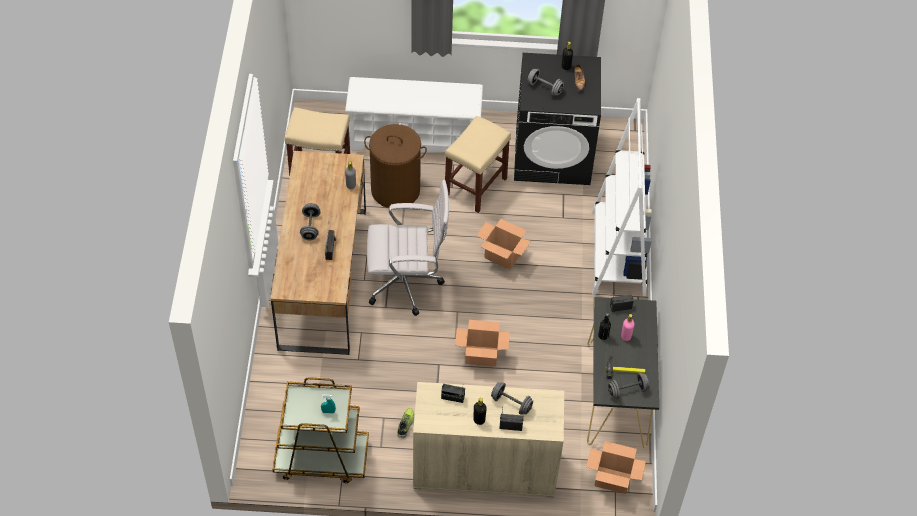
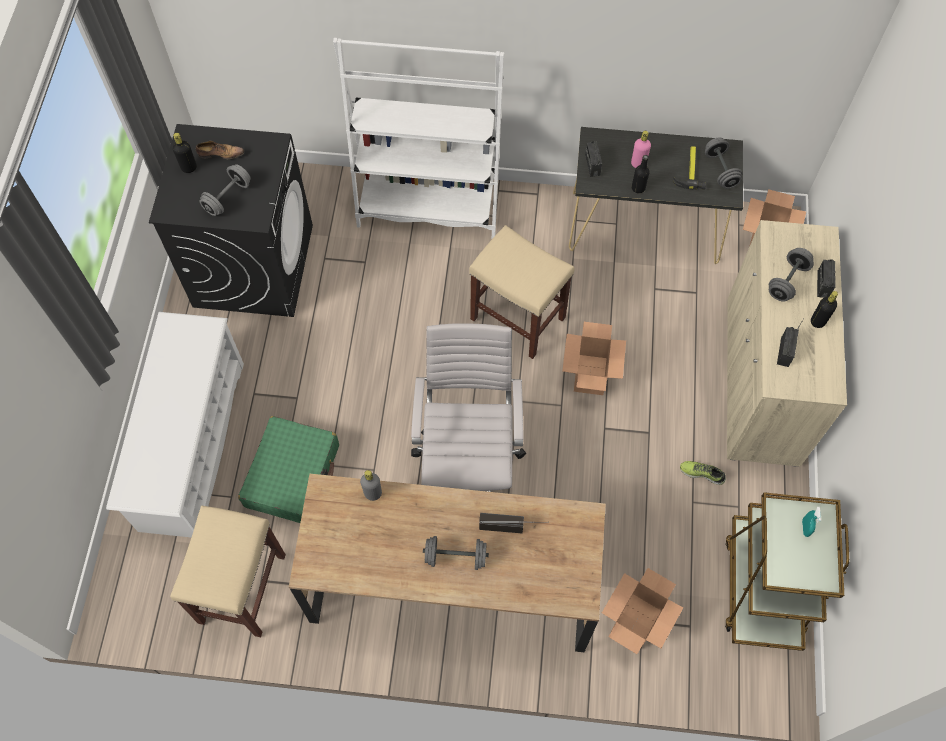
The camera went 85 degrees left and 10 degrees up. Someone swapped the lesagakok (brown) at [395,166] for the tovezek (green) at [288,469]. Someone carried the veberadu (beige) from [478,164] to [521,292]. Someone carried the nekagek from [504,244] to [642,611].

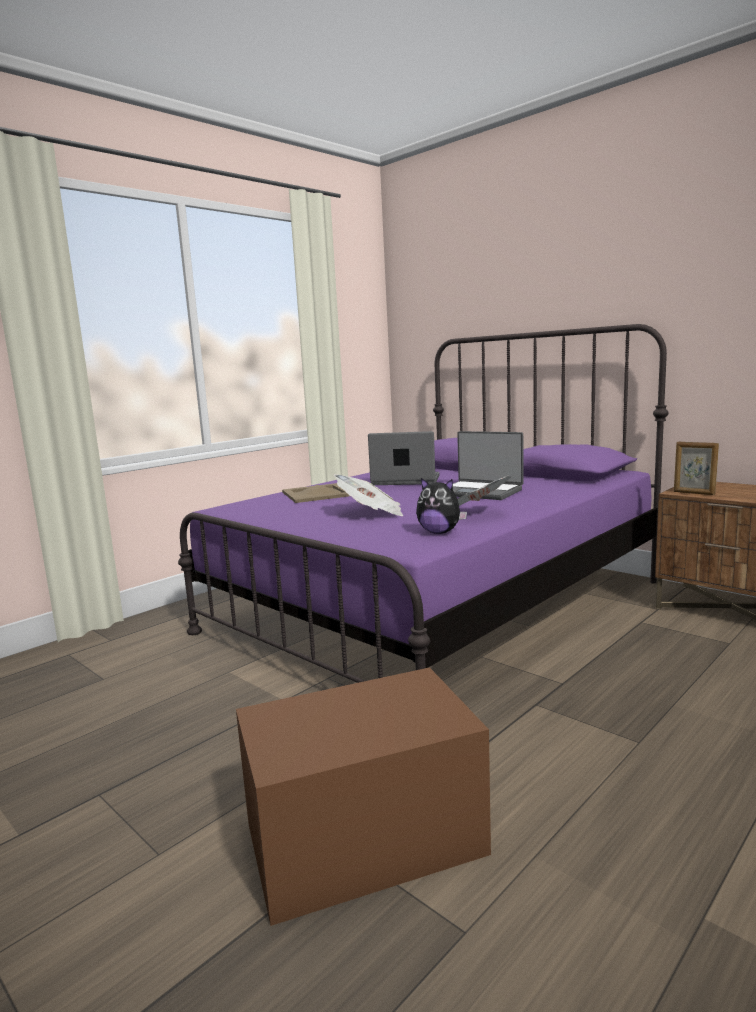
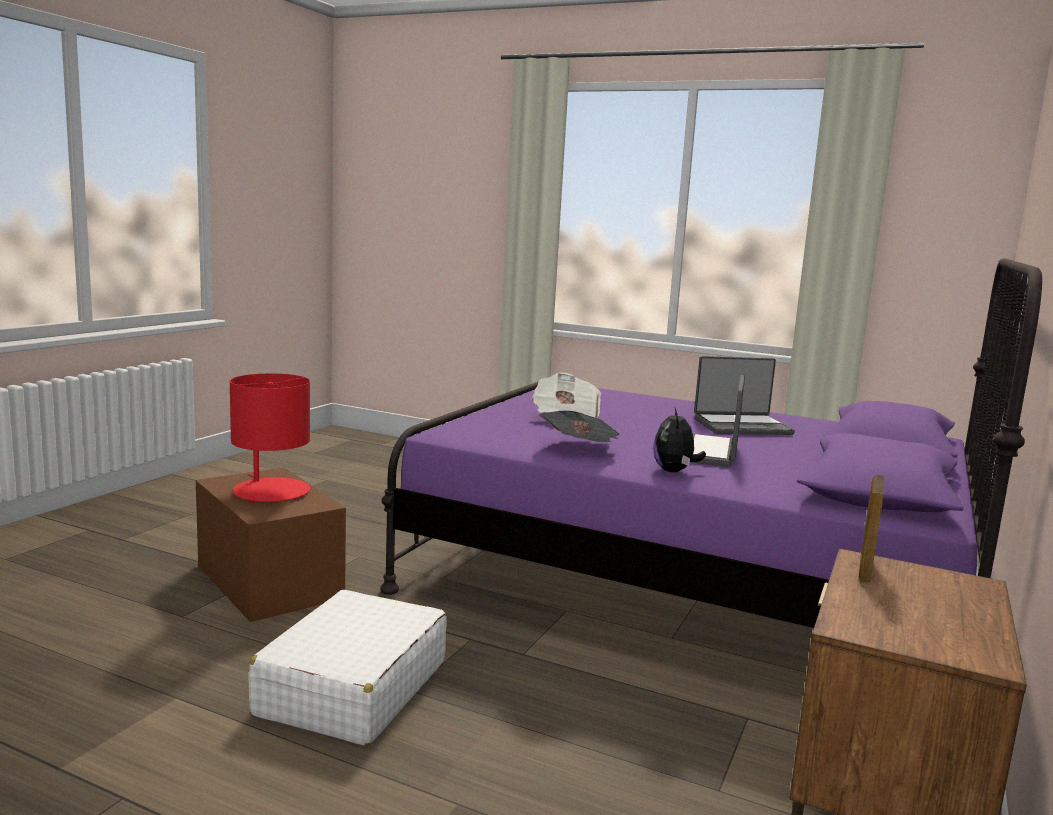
The camera went 70 degrees right and 0 degrees up. Someone put down the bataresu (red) at [270,438]. Someone put down the tovezek (white) at [347,668]. Someone carried the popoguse from [441,506] to [679,440]. Someone rotated the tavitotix at [403,458] by 90 degrees clockwise. Someone took away the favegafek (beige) at [316,493].

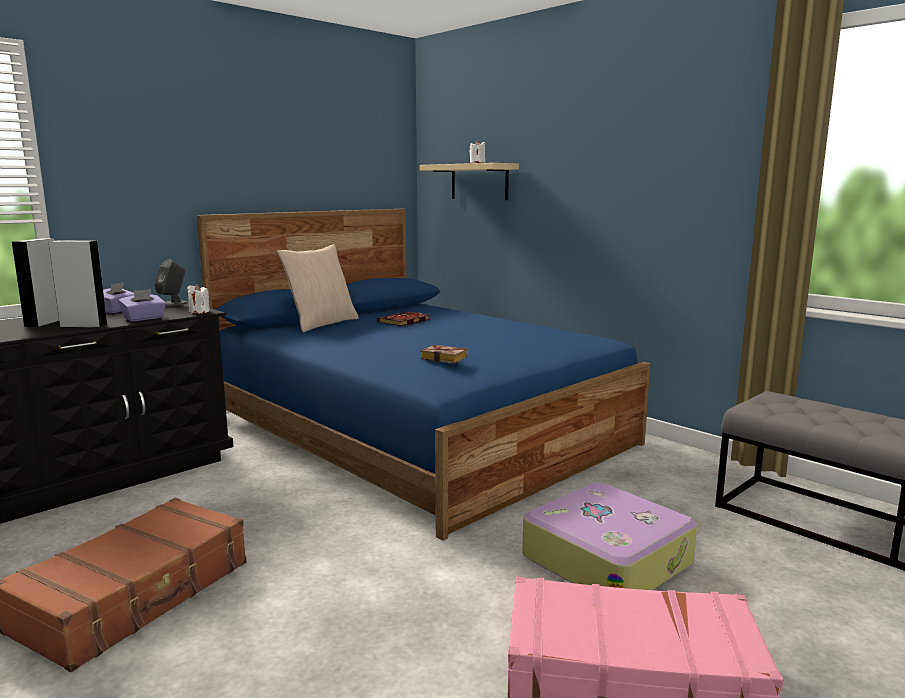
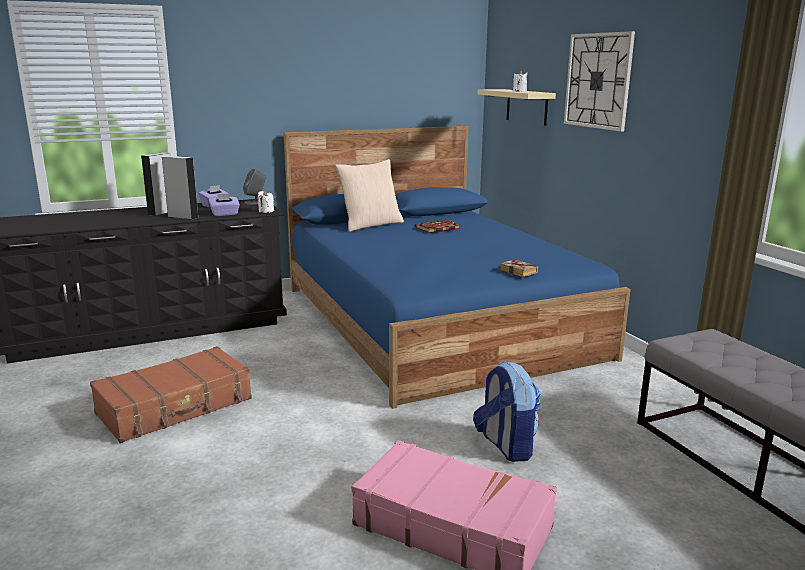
The camera went 20 degrees right and 5 degrees up. Someone swapped the tovezek at [609,536] for the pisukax at [507,411]. Someone carried the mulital from [444,354] to [519,268]. Someone put up the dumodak at [599,81].

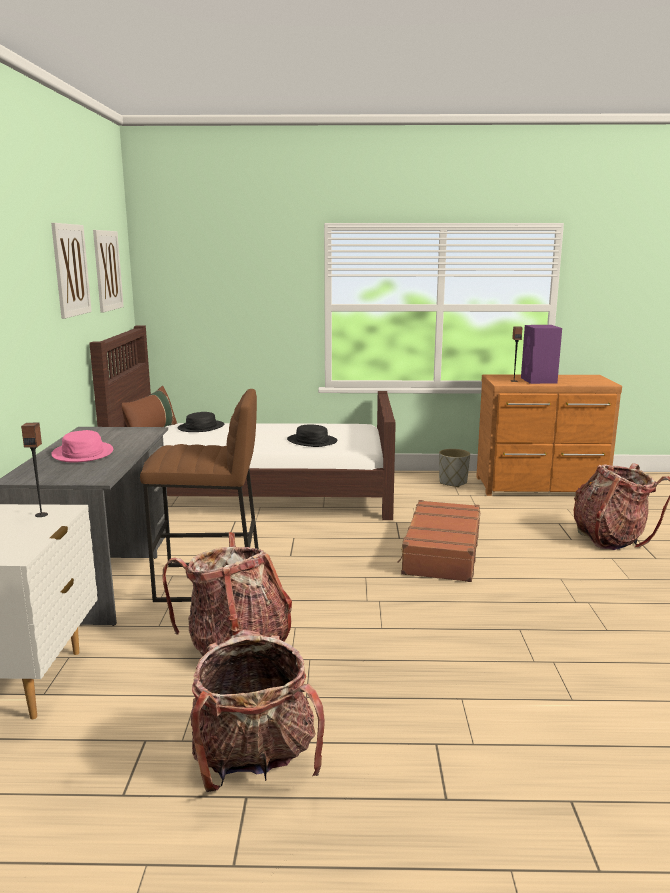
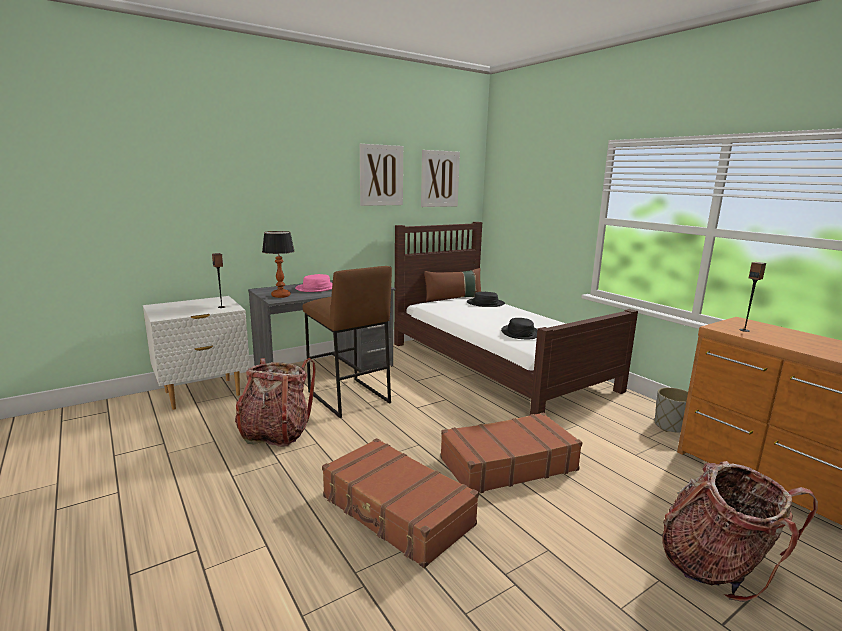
The camera went 55 degrees right and 0 degrees up. Someone put down the bataresu at [278,264]. Someone put down the tovezek (brown) at [400,503]. Someone took away the pisukax at [258,710]. Someone took away the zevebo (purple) at [541,354].

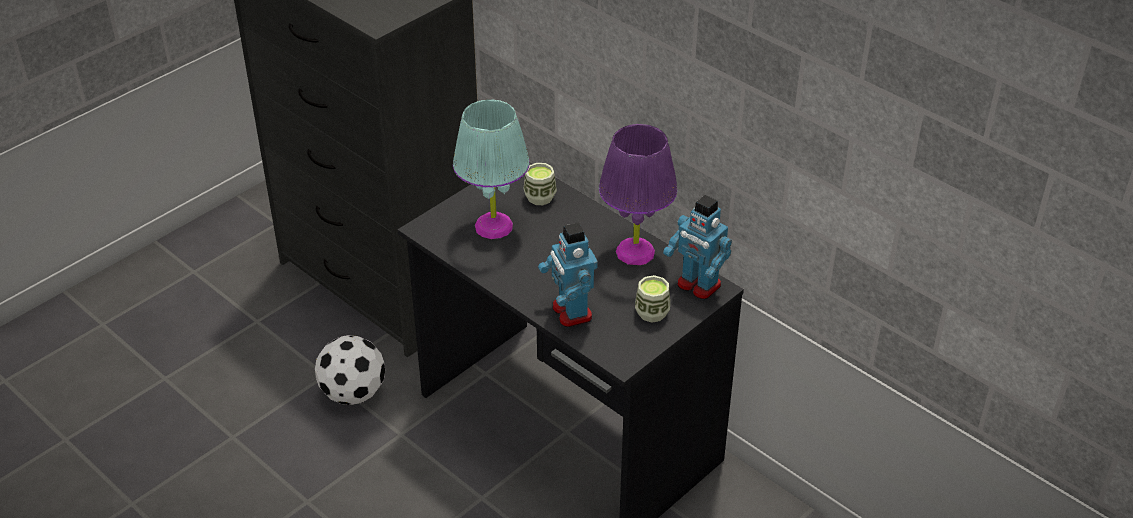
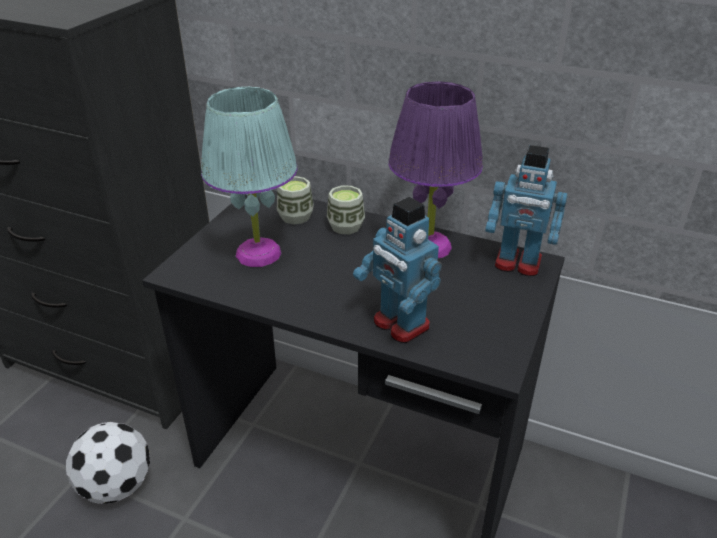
The camera went 20 degrees left and 5 degrees down. Someone carried the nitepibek from [652,298] to [346,209].

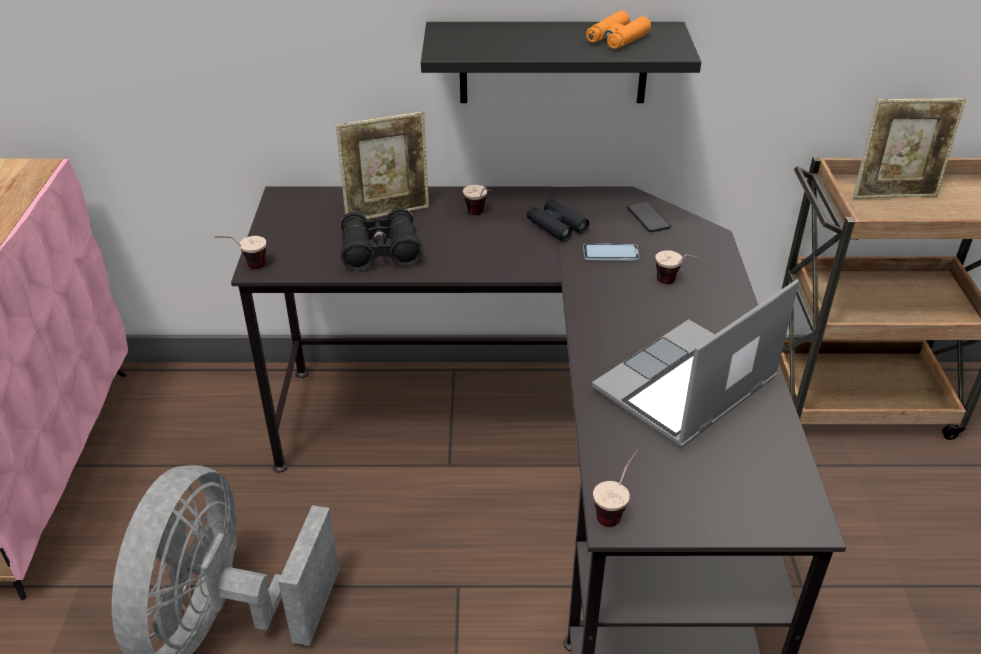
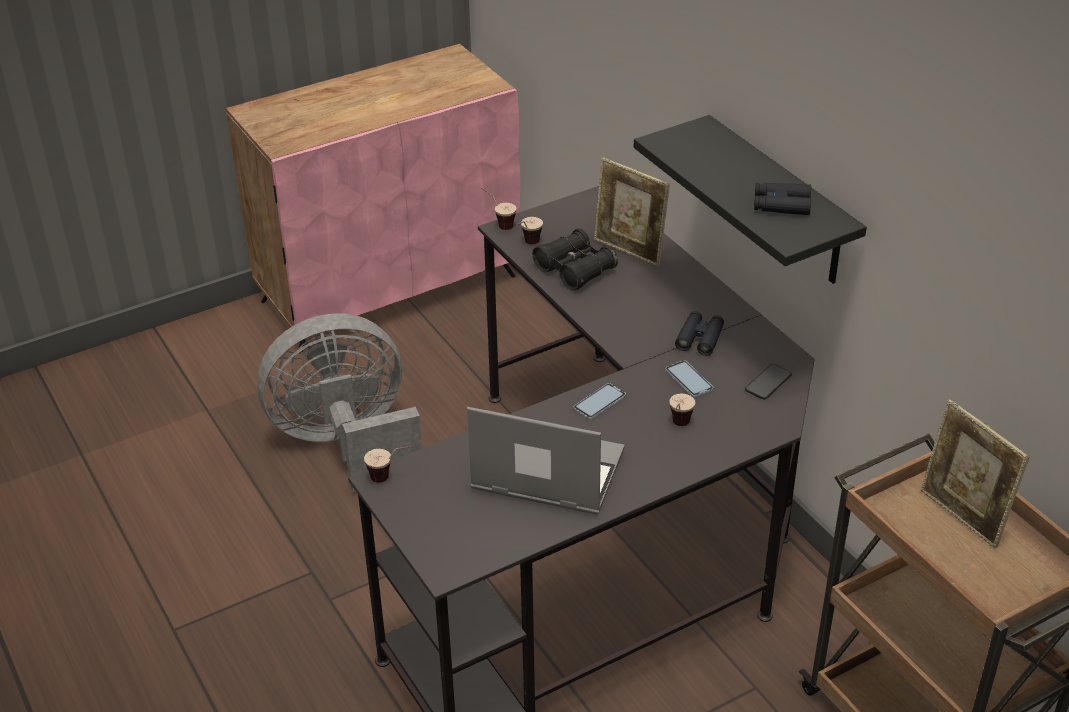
The camera went 60 degrees right and 0 degrees up. Someone carried the nitepibek from [477,200] to [530,230]. Someone put down the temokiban at [599,401]. Someone repainted the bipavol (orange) at [618,30], which became the bipavol (black) at [782,198].

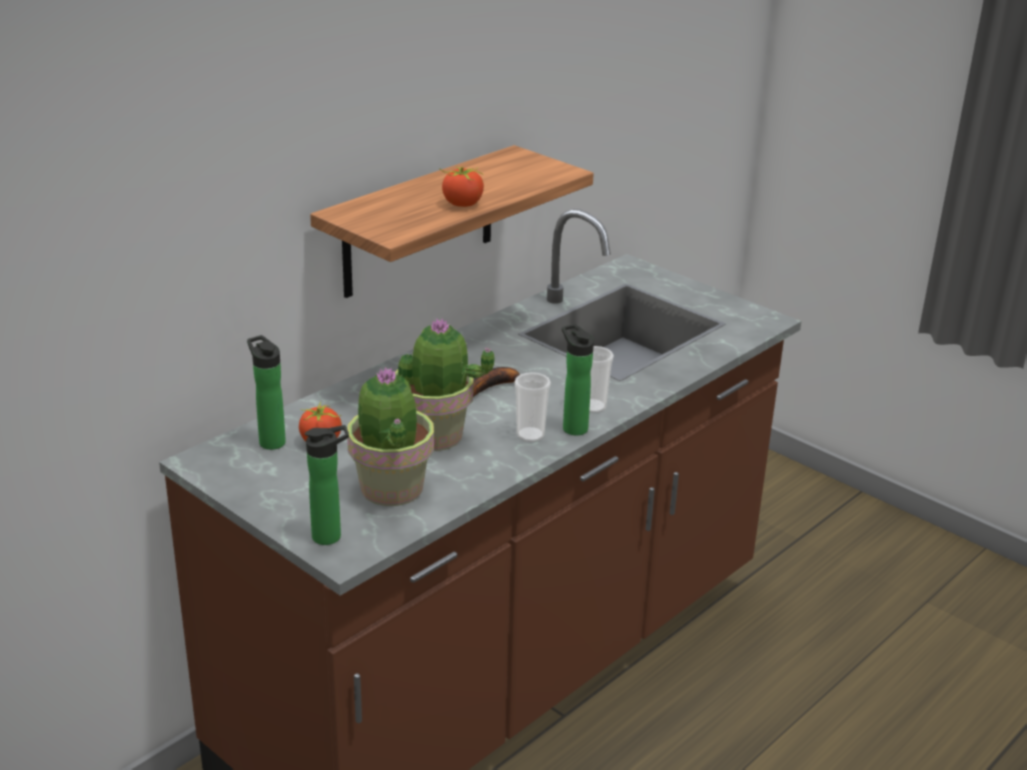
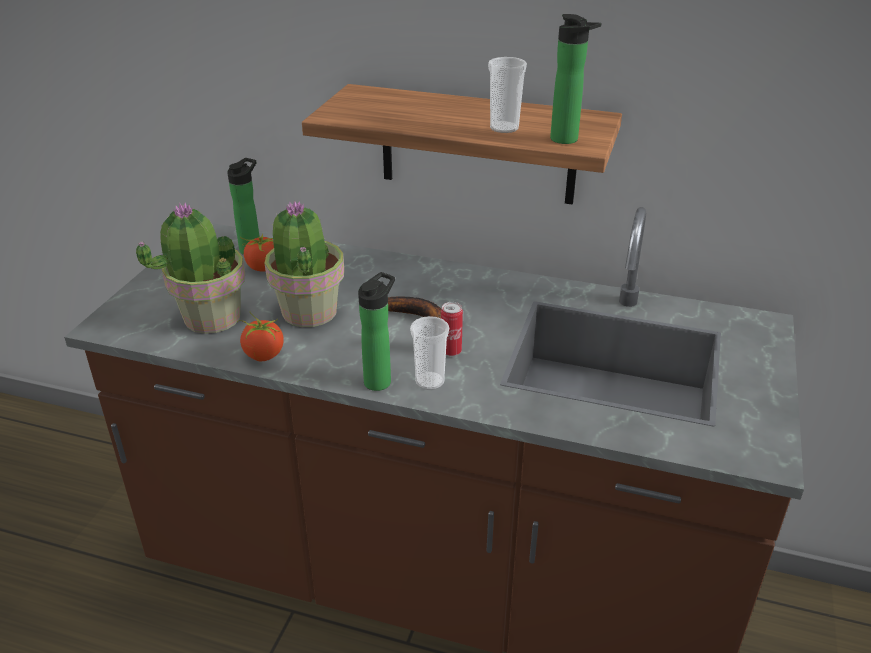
The camera went 65 degrees right and 5 degrees up. Someone carried the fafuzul from [461,186] to [260,337]. Someone put down the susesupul at [452,329]. Someone carried the nitepibek from [532,407] to [507,95]. Someone carried the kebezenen from [327,485] to [575,79].

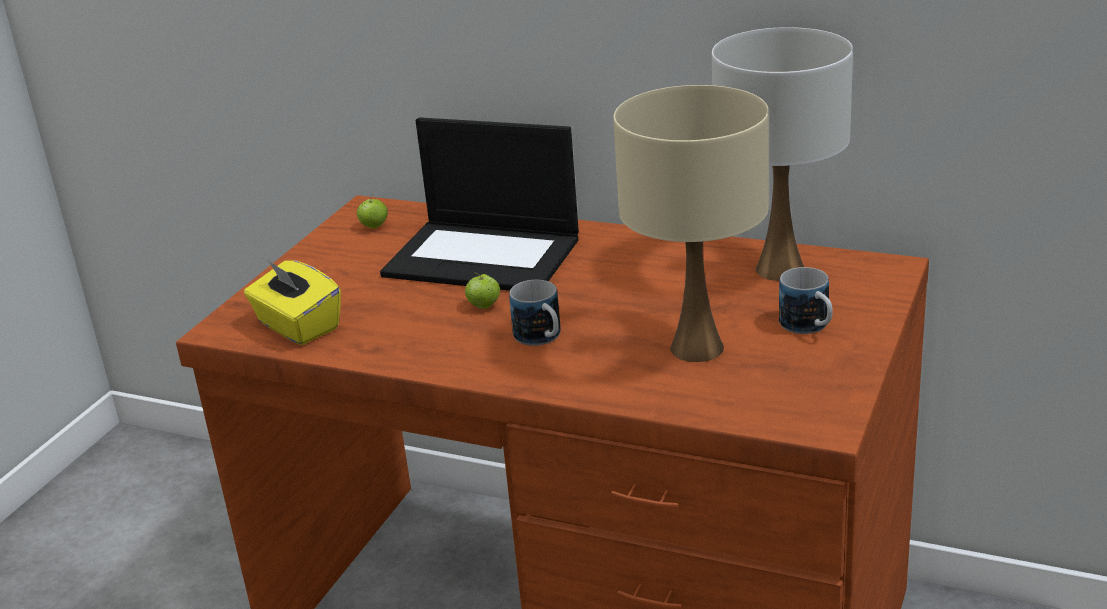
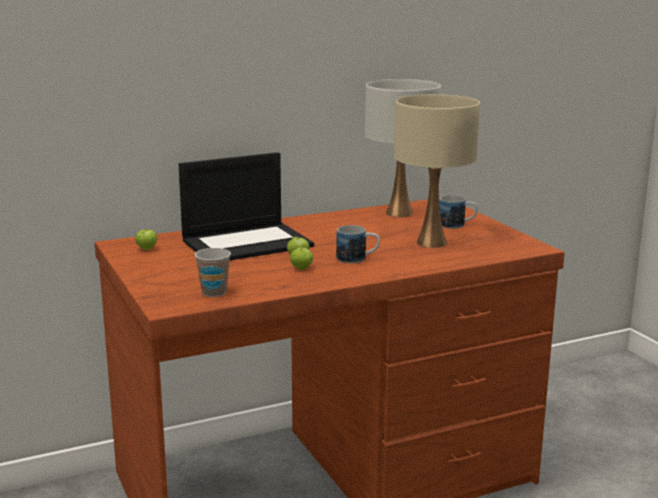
The camera went 50 degrees left and 10 degrees down. Someone swapped the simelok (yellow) at [292,302] for the nitepibek at [213,272]. Someone put down the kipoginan at [301,258].

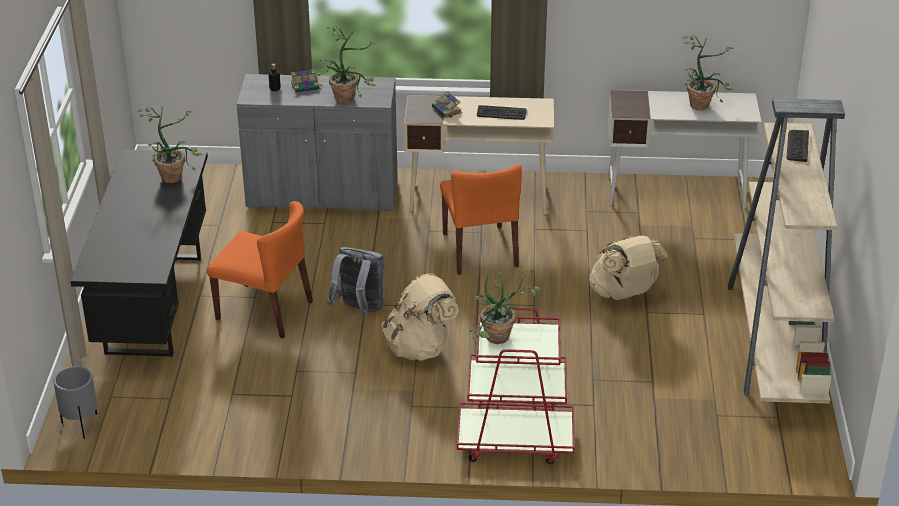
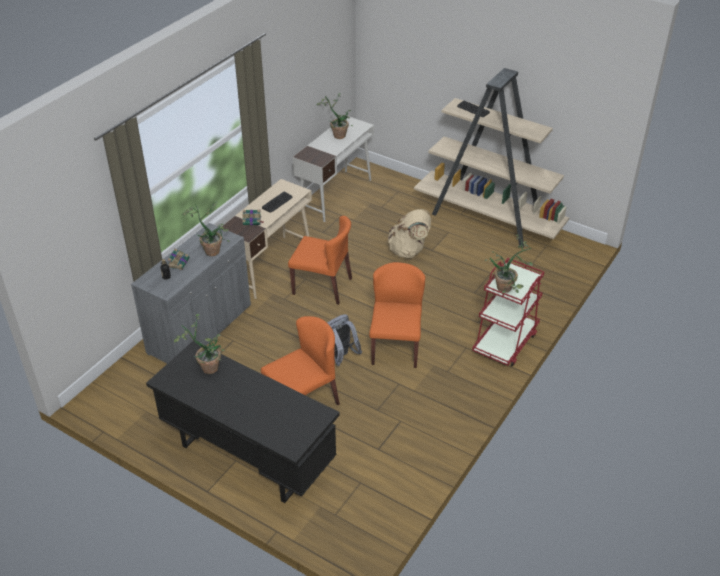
The camera went 60 degrees left and 5 degrees up. Someone swapped the pisukax (beige) at [420,317] for the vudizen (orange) at [397,315]. Someone took away the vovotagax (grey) at [75,402].

